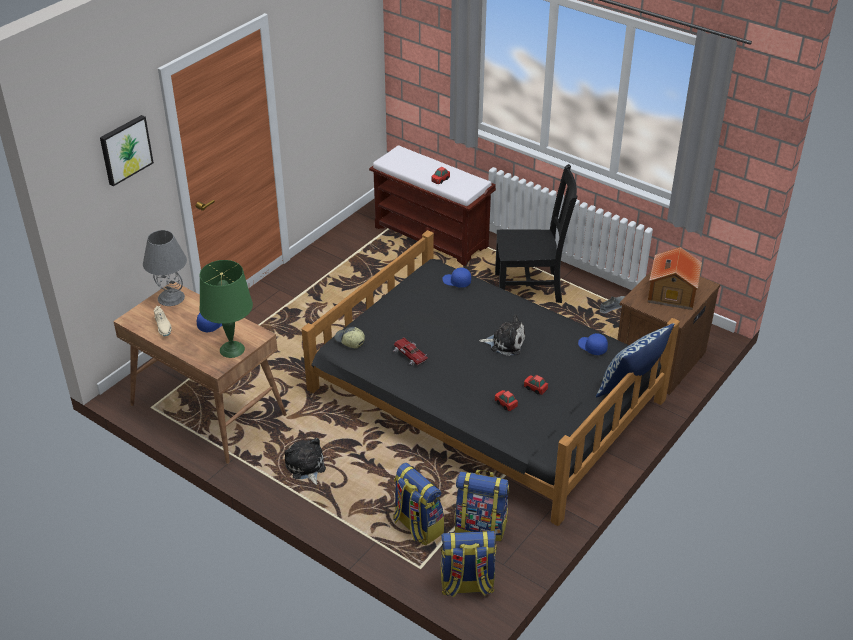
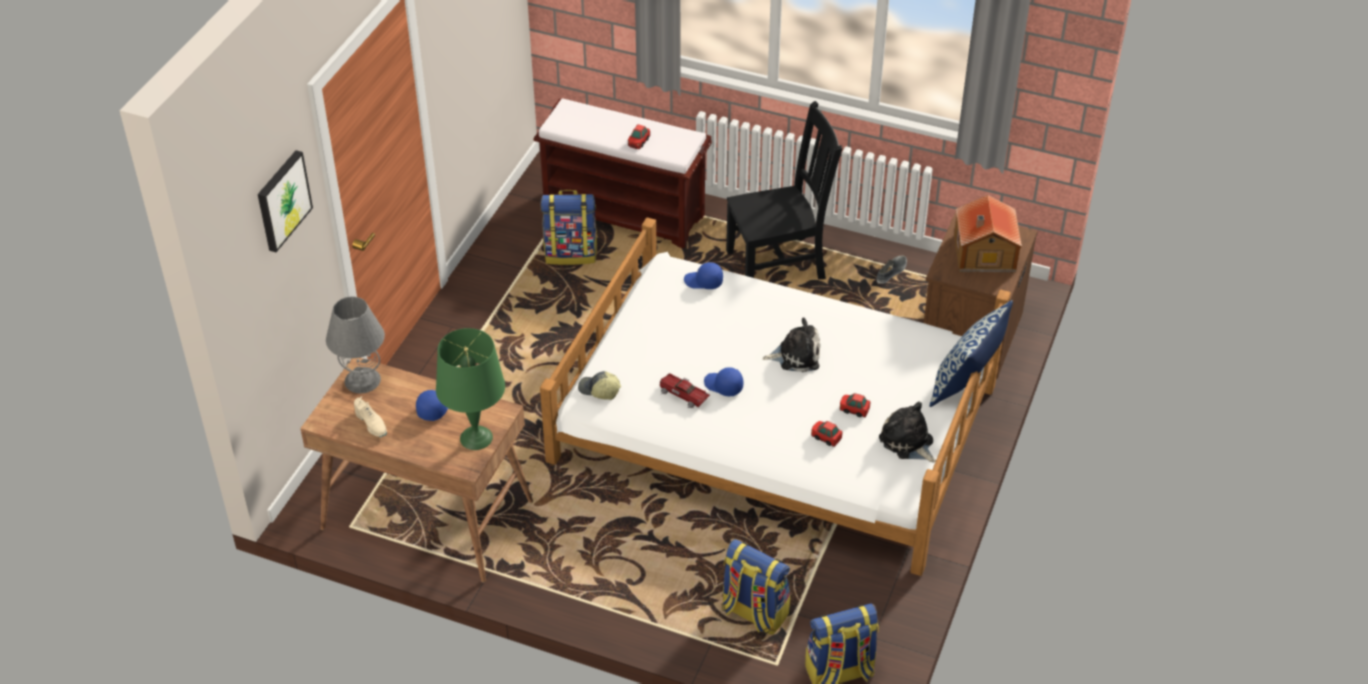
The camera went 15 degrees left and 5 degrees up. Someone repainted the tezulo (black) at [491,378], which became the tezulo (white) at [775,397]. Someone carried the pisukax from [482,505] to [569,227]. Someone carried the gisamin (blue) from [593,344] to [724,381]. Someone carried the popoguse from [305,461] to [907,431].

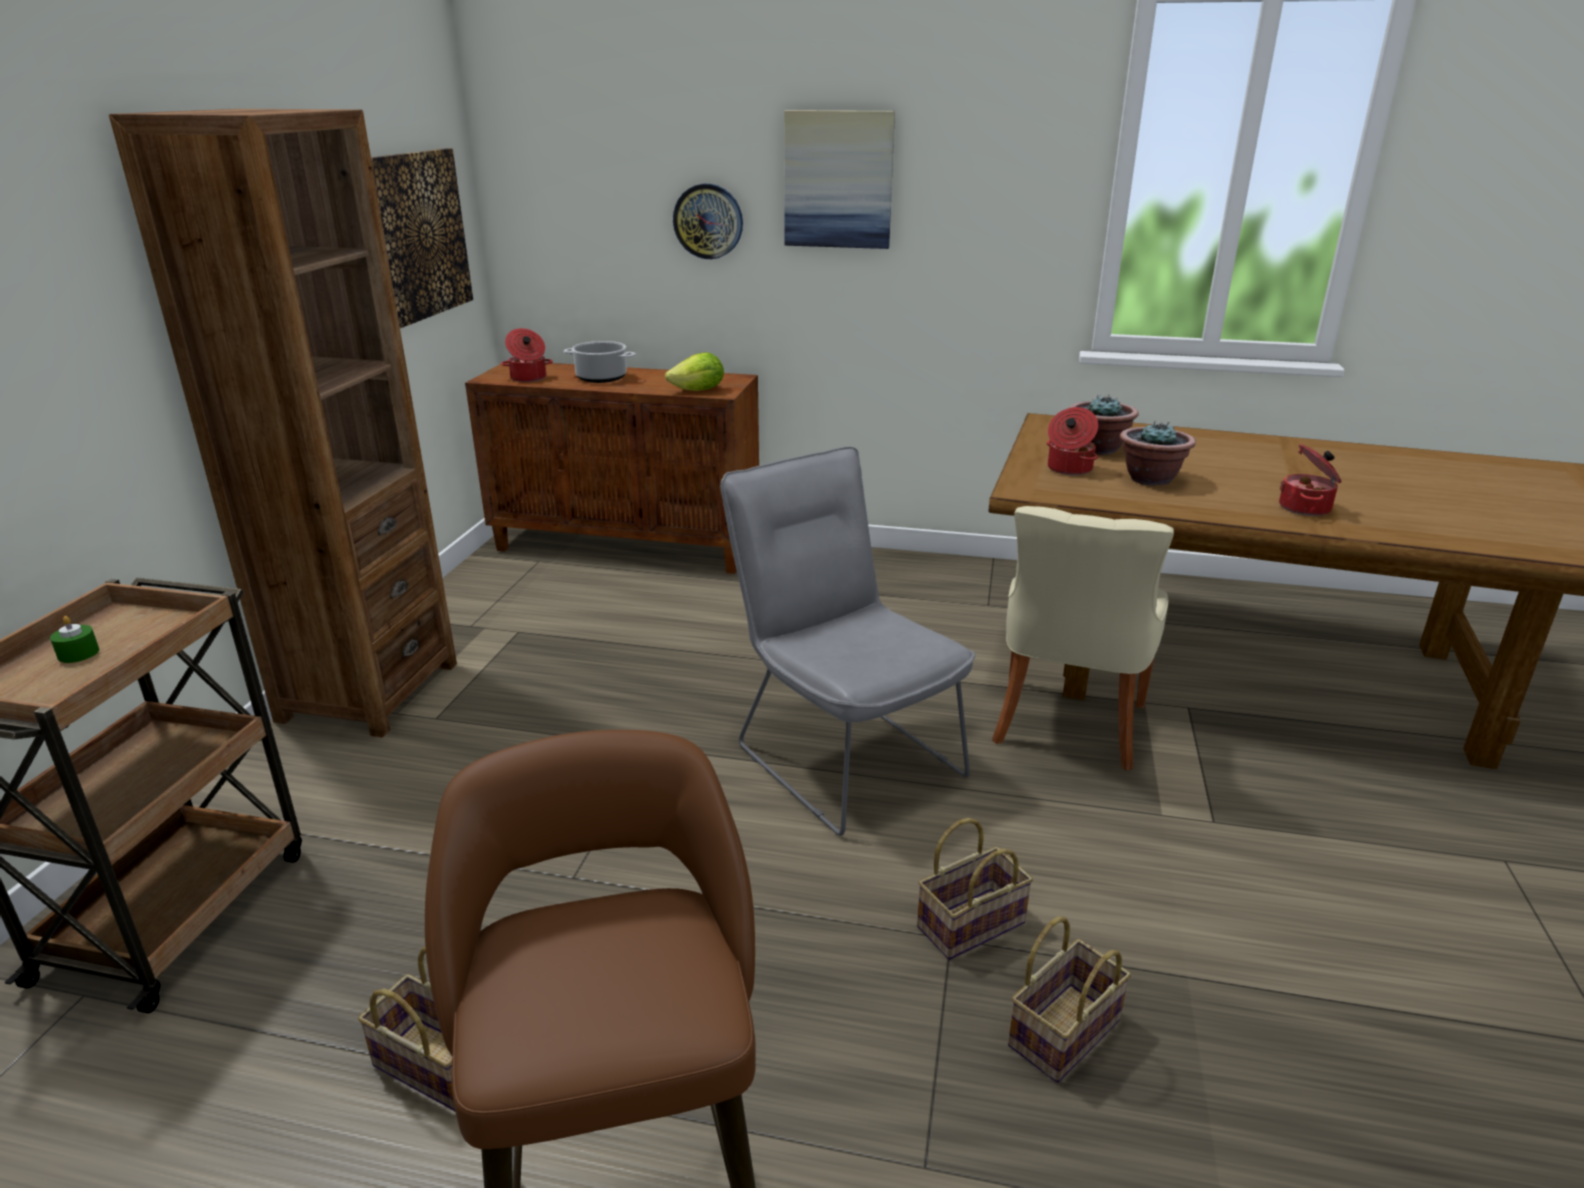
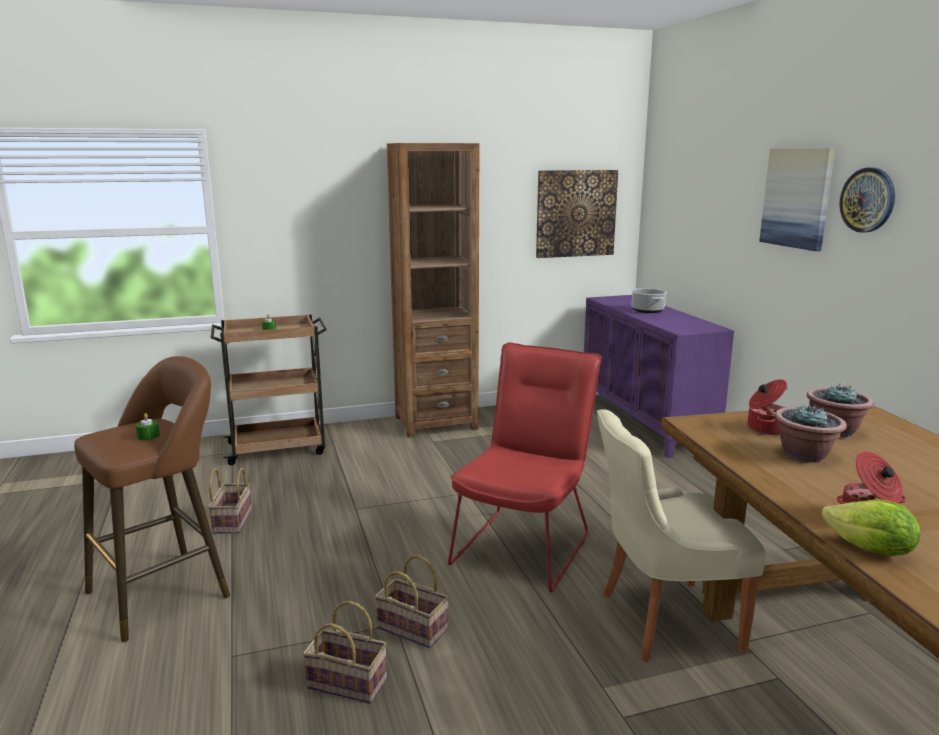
The camera went 60 degrees right and 10 degrees down. Someone put down the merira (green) at [148,427]. Someone repainted the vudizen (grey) at [848,641], which became the vudizen (red) at [525,467]. Someone repainted the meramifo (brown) at [612,467], which became the meramifo (purple) at [659,376]. Someone carried the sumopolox from [694,371] to [871,527]. Someone carried the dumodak from [708,221] to [867,200]. Someone took away the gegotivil at [527,355].

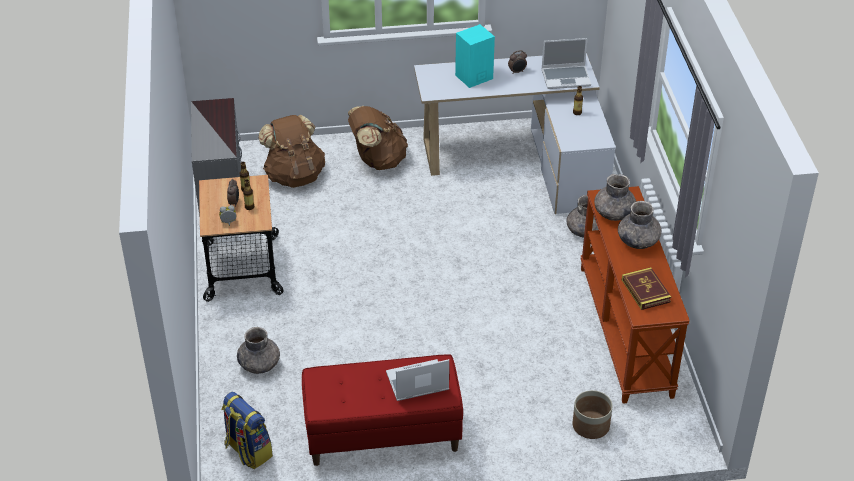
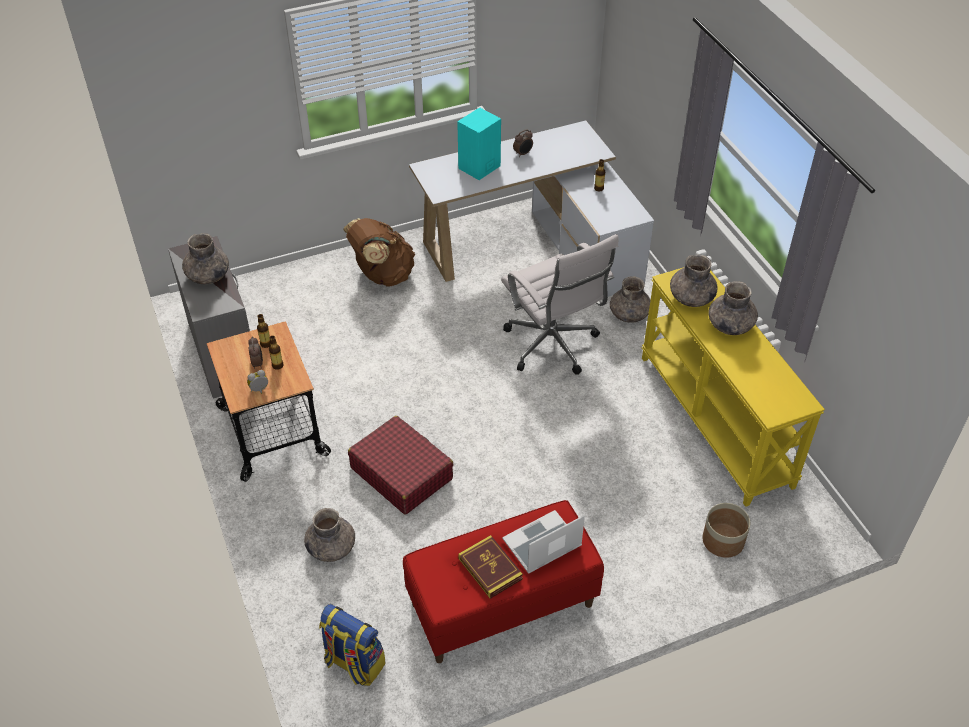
The camera went 15 degrees left and 5 degrees up. Someone put down the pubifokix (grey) at [205,258]. Someone put down the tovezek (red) at [400,465]. Someone carried the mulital from [646,288] to [490,567]. Someone put down the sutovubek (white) at [560,304]. Someone repainted the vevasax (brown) at [635,295], which became the vevasax (yellow) at [733,387]. Someone took away the pisukax (brown) at [291,151]. Someone took away the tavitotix at [566,63].

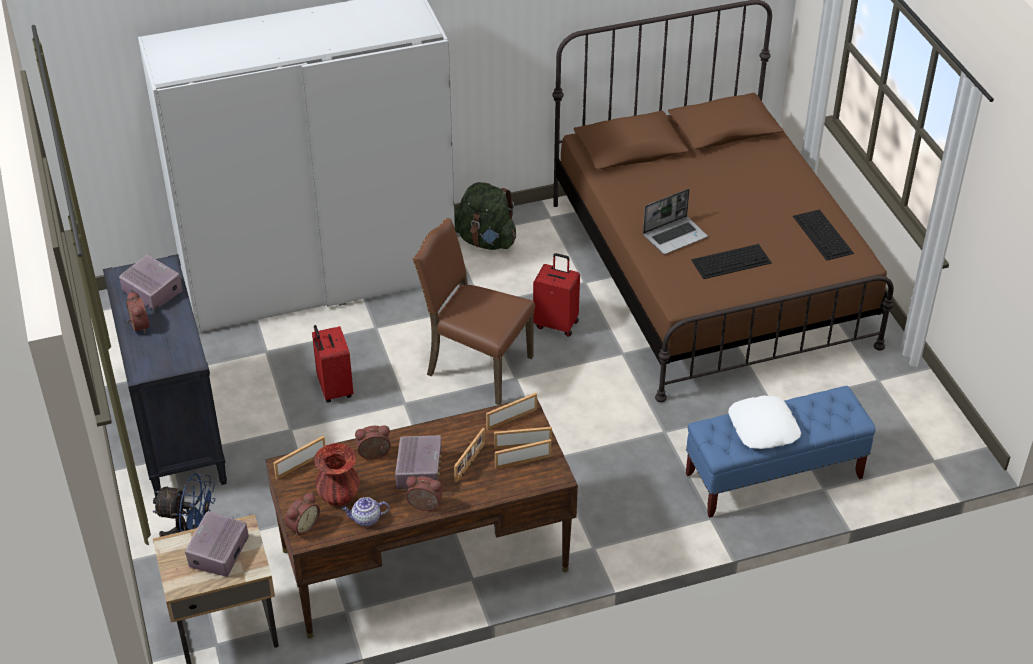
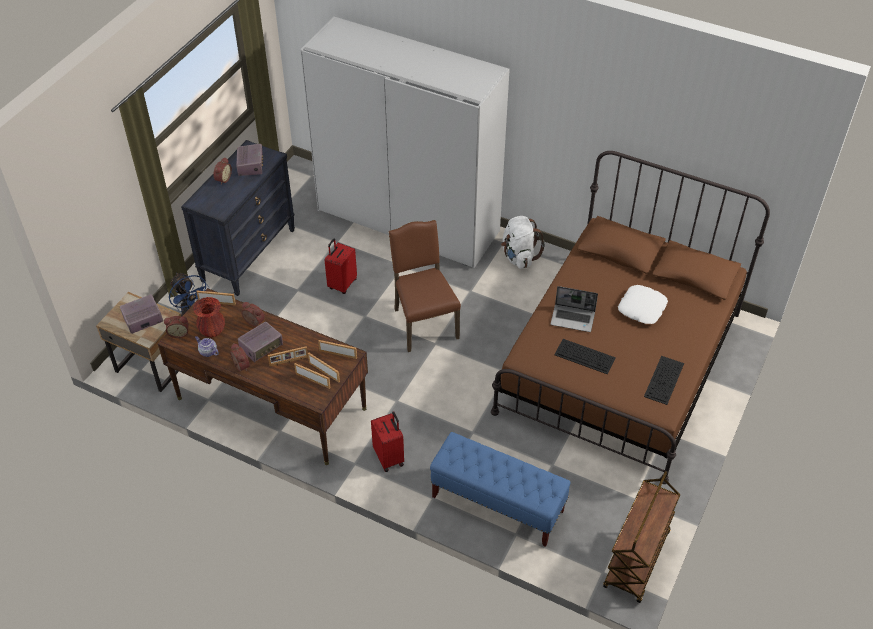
The camera went 45 degrees right and 5 degrees up. Someone carried the tovezek (red) from [556,295] to [387,441]. Someone repainted the pisukax (green) at [485,216], which became the pisukax (white) at [523,242]. Someone put down the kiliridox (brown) at [641,537]. Someone carried the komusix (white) from [764,422] to [643,304].

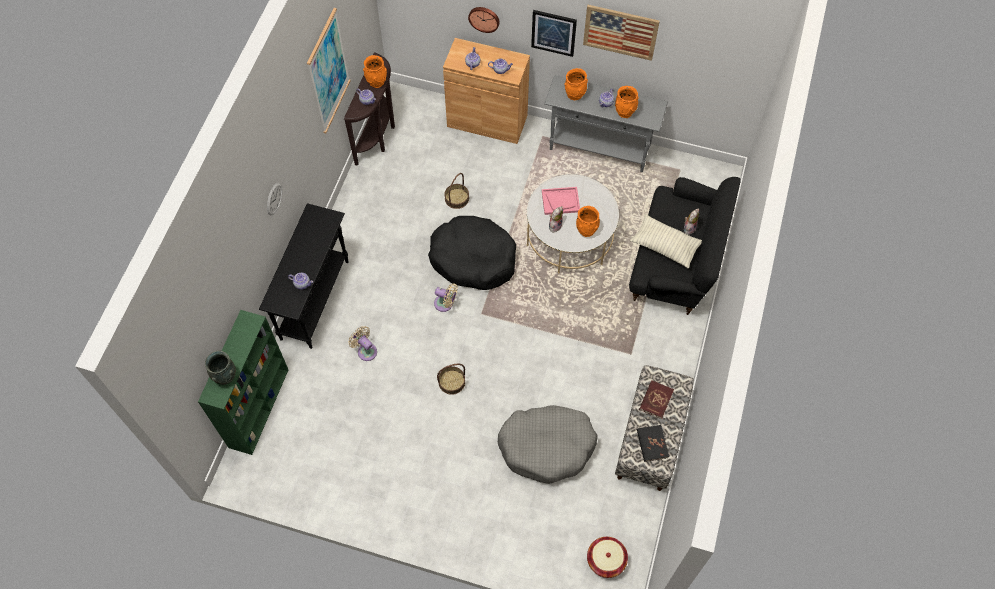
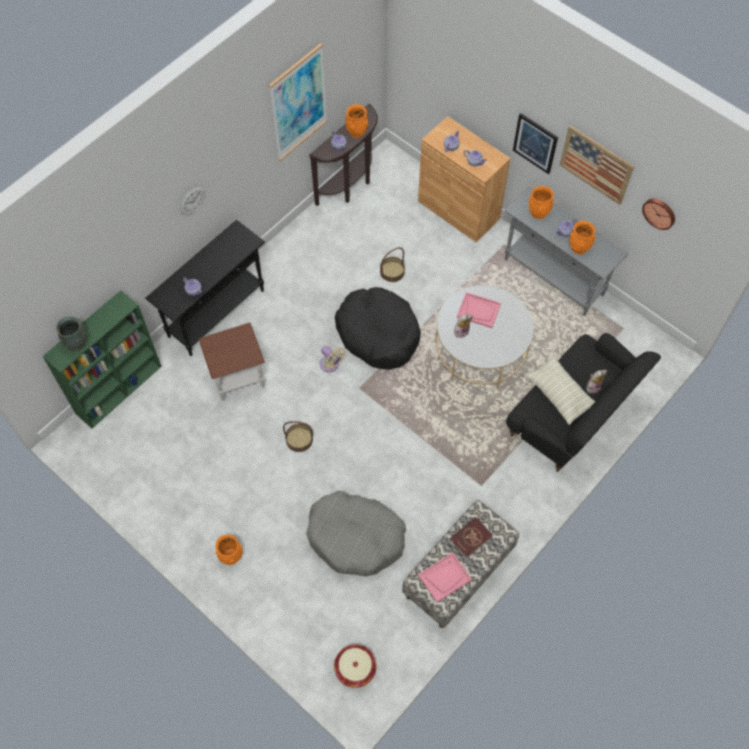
The camera went 25 degrees right and 0 degrees up. Someone swapped the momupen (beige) at [362,343] for the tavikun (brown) at [231,362]. Someone carried the pubifokix (orange) from [588,221] to [229,550]. Someone swapped the mulital (black) at [653,443] for the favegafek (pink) at [445,577]. Someone carried the dumodak from [484,20] to [658,214].

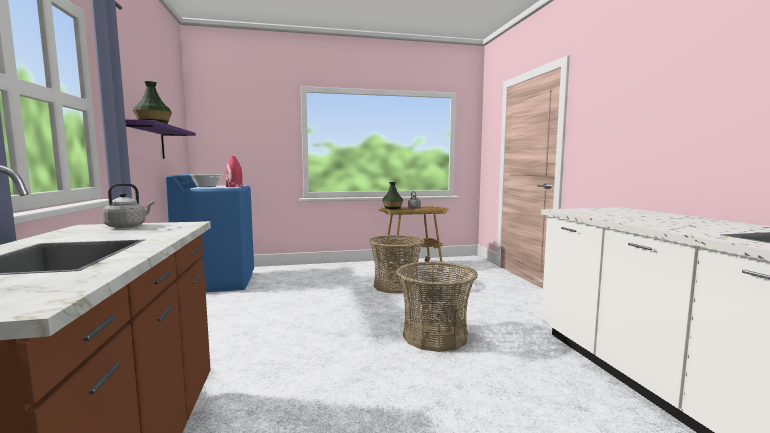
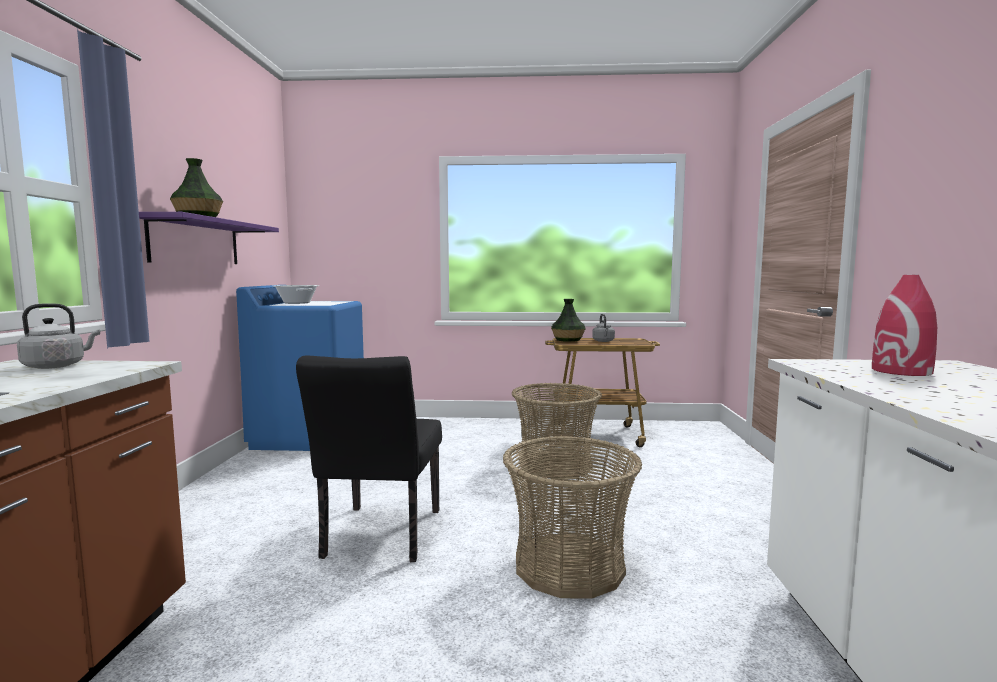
The camera went 15 degrees right and 0 degrees up. Someone put down the vudizen (black) at [369,458]. Someone carried the pubifokix (red) from [234,171] to [904,325].

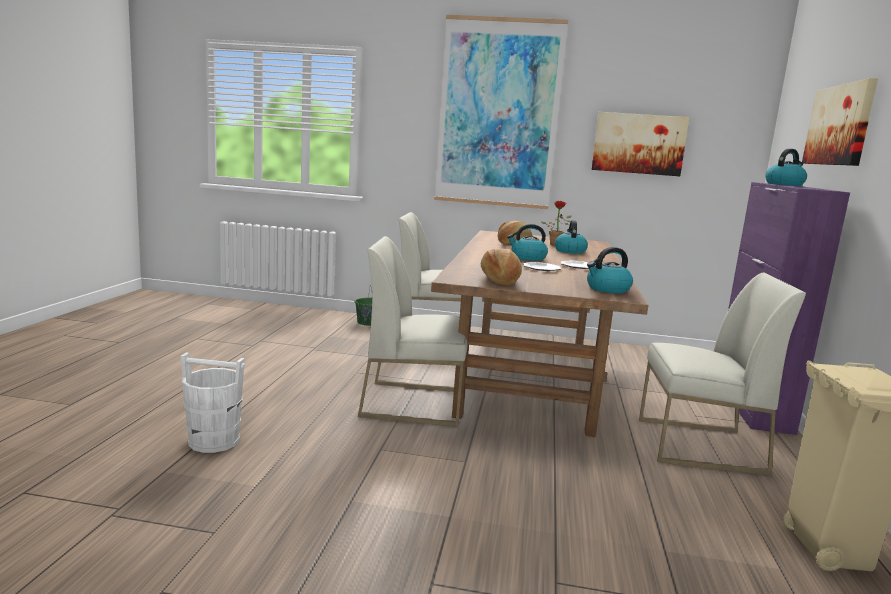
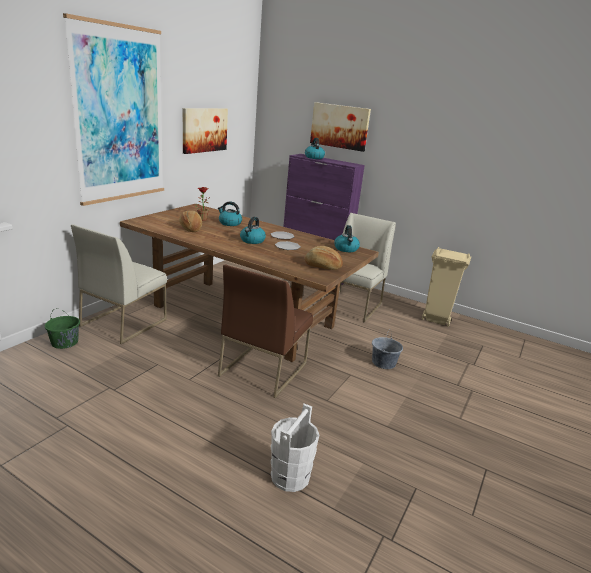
The camera went 70 degrees left and 10 degrees up. Someone repainted the vudizen (white) at [412,331], which became the vudizen (brown) at [265,331]. Someone put down the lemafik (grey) at [387,349].

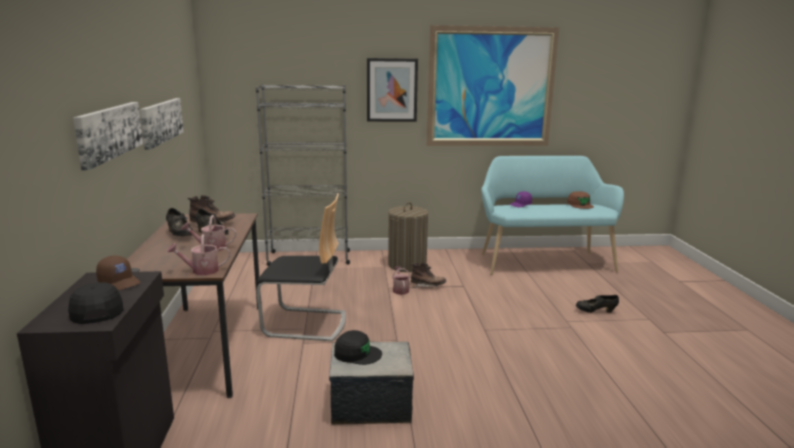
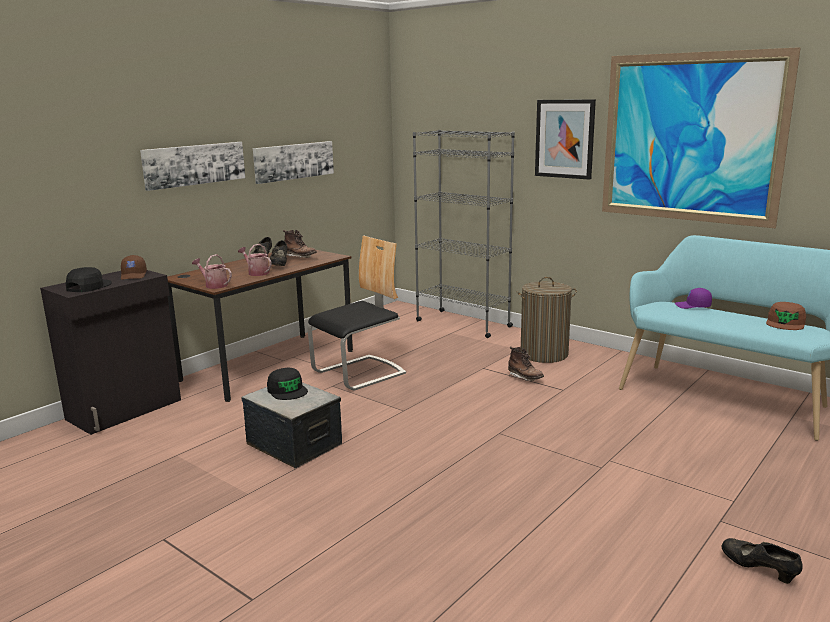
The camera went 45 degrees right and 0 degrees up. Someone rotated the vudizen at [301,267] by 90 degrees counterclockwise. Someone carried the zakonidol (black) from [597,304] to [761,561]. Someone took away the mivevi at [401,280].

